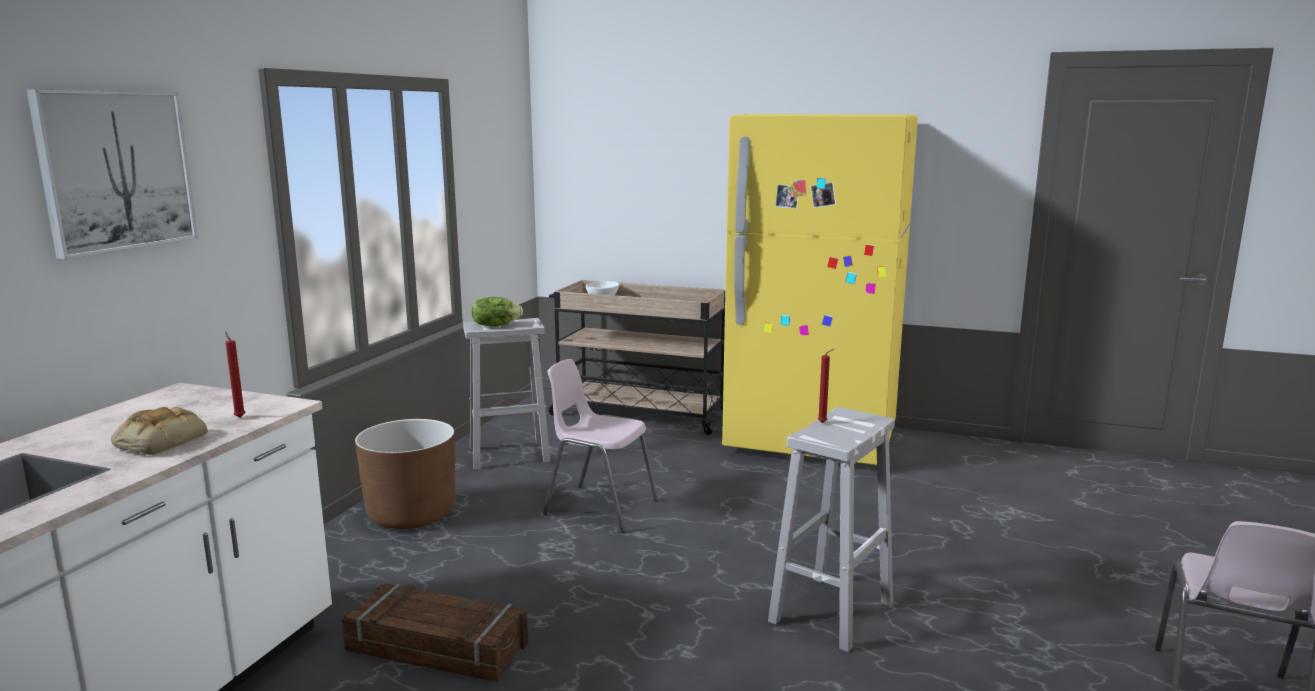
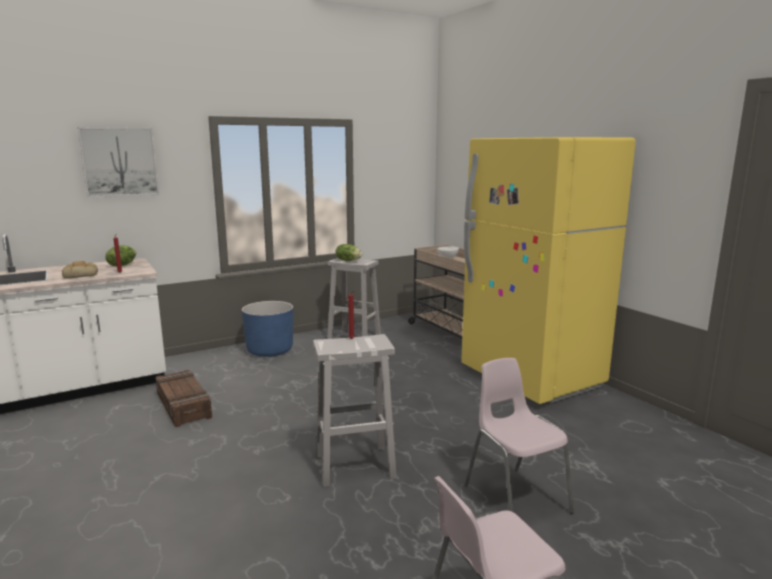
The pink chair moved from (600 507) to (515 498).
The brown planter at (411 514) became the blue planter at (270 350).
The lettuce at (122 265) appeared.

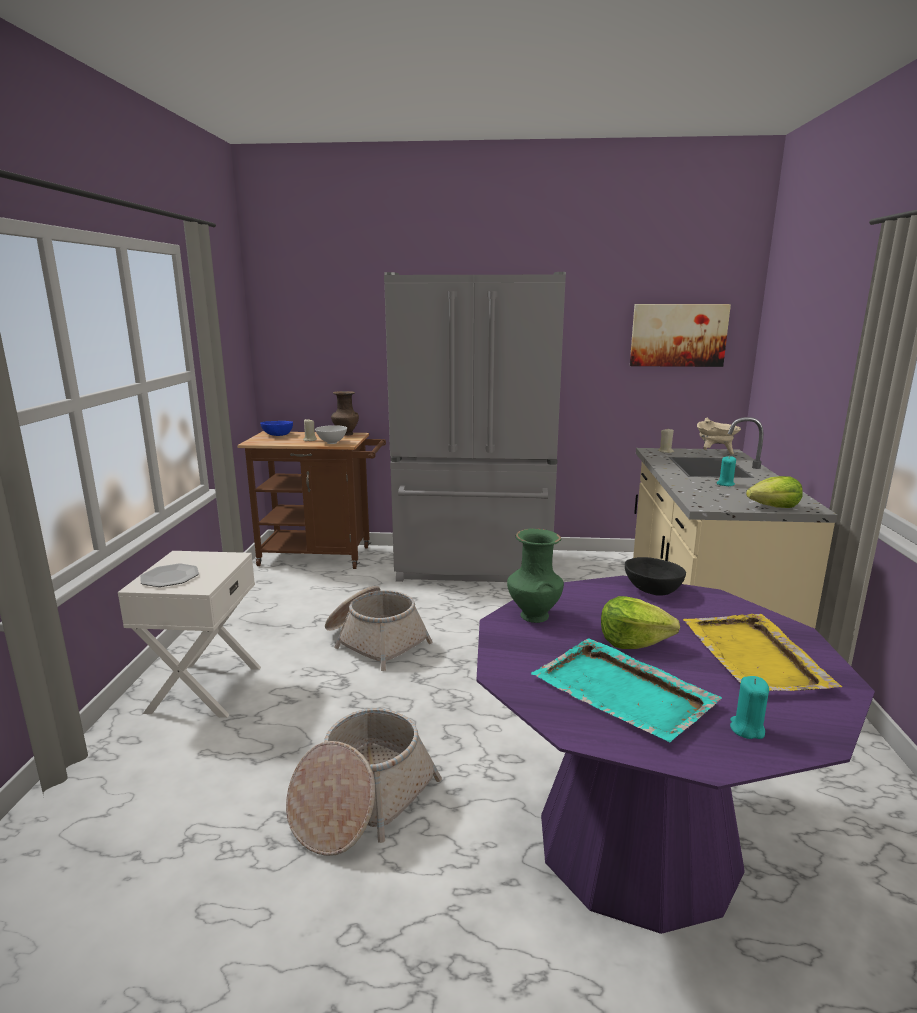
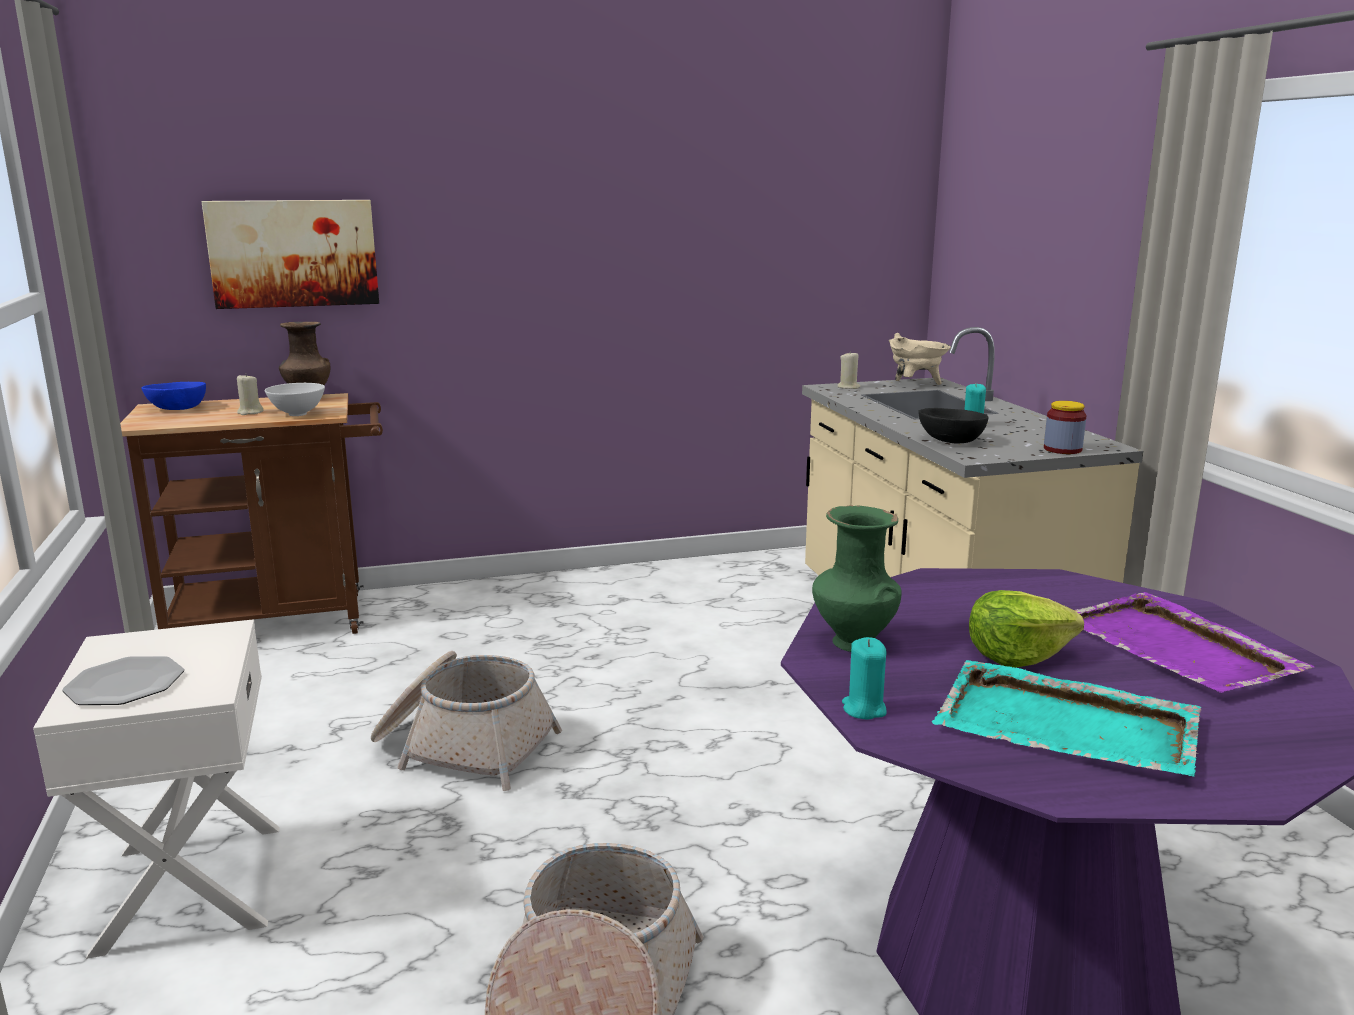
The grey fridge at (474 567) disappeared.
The picture moved from (678 335) to (294 253).
The lettuce at (774 507) was replaced by the jar at (1062 449).
The black bowl moved from (652 590) to (951 441).
The yellow tray at (754 657) became the purple tray at (1178 649).
The turquoise candle moved from (746 729) to (864 709).

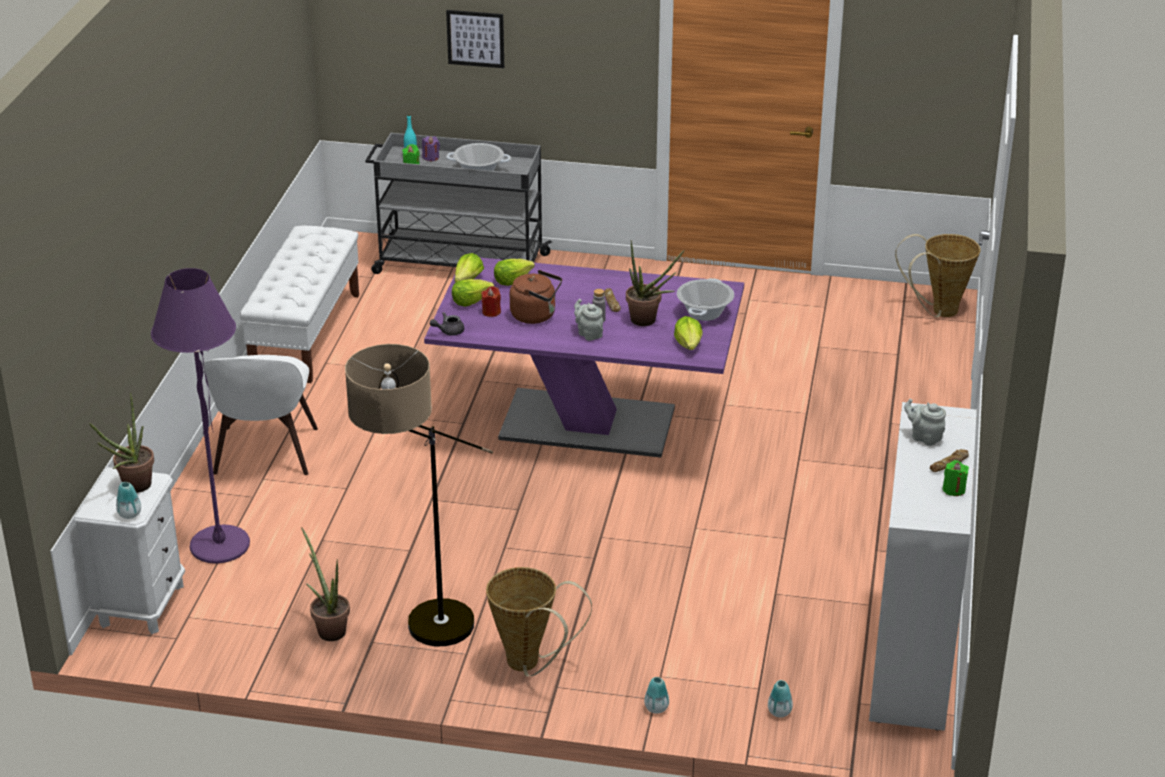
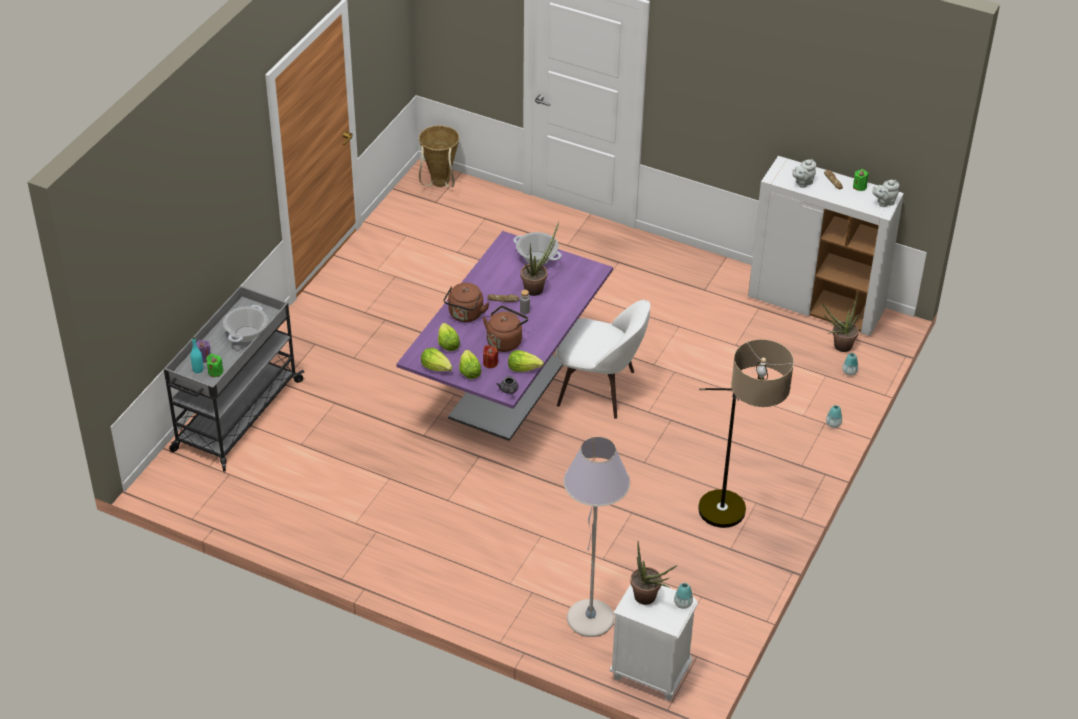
The picture at (475 38) disappeared.
The white bench at (306 334) disappeared.
The purple floor lamp at (219 546) became the grey floor lamp at (590 619).
The grey teapot moved from (588 334) to (884 202).
The lettuce moved from (689 345) to (524 368).
The white chair moved from (265 454) to (600 389).
The potted plant moved from (329 629) to (839 347).
The basket at (529 665) disappeared.
The brown kettle at (465 315) appeared.

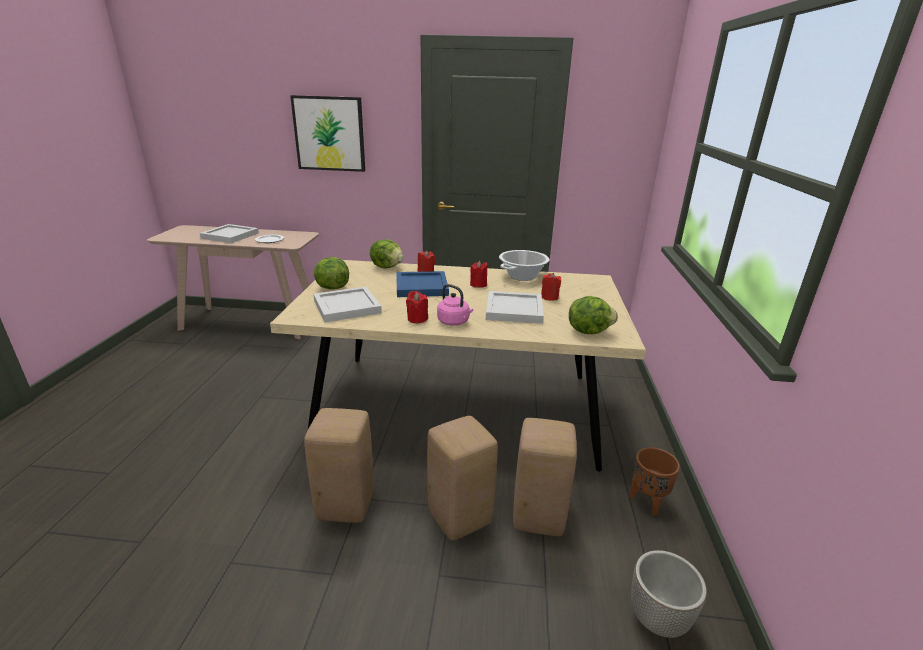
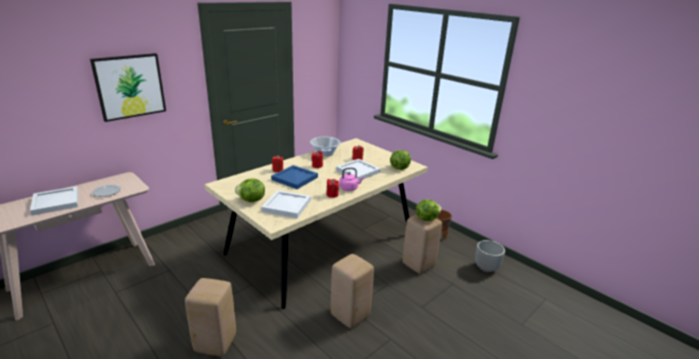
The lettuce moved from (387 267) to (426 218).
The beige stool moved from (458 517) to (214 343).

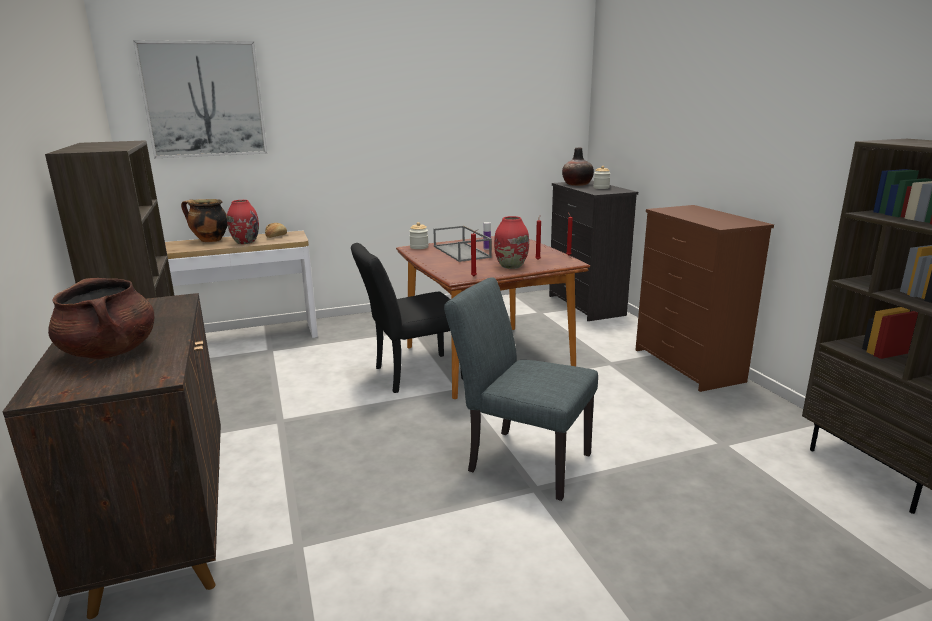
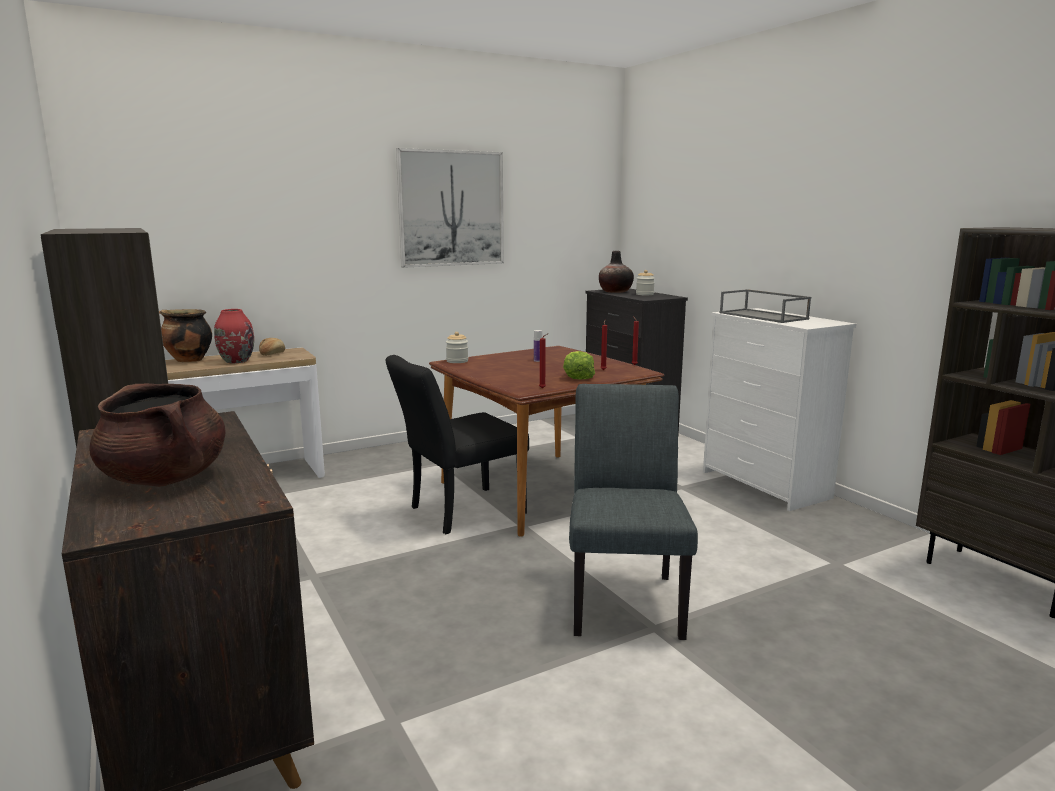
The picture moved from (204 100) to (451 208).
The brown dresser at (688 366) became the white dresser at (765 485).
The red vase at (511 266) was replaced by the lettuce at (577 377).
The grey tray moved from (462 252) to (764 316).
The grey chair at (520 460) turned 75 degrees clockwise.

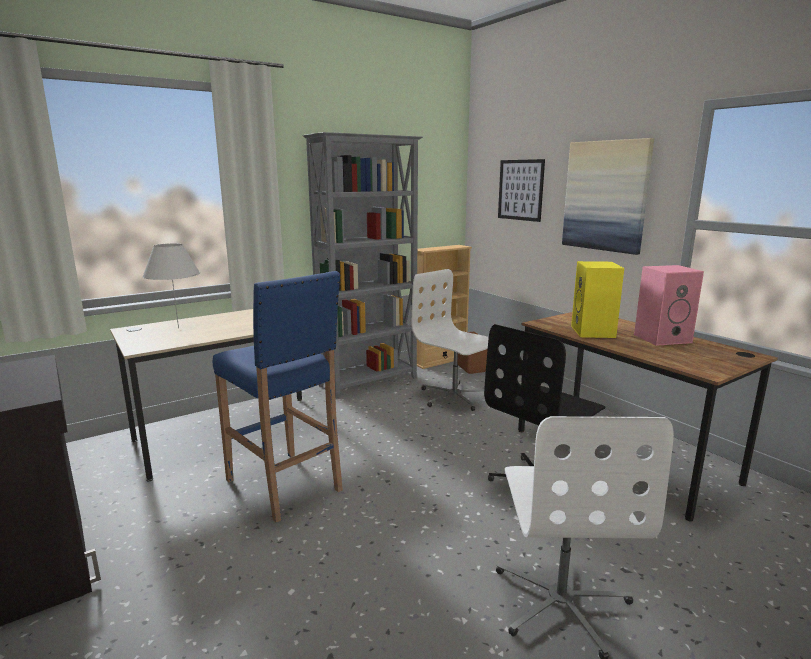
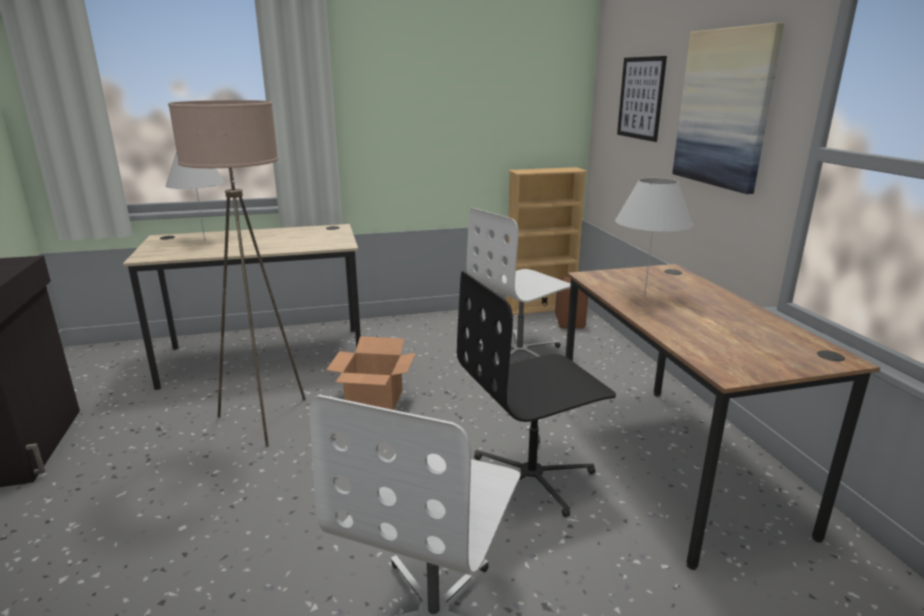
The grey bookcase at (369 382) disappeared.
The yellow speaker at (594 332) was replaced by the white table lamp at (644 295).
The pink speaker at (662 338) disappeared.
The white office chair at (454 397) turned 105 degrees counterclockwise.
The blue stool at (285 486) was replaced by the beige floor lamp at (264 419).
The cardboard box at (375 400) appeared.

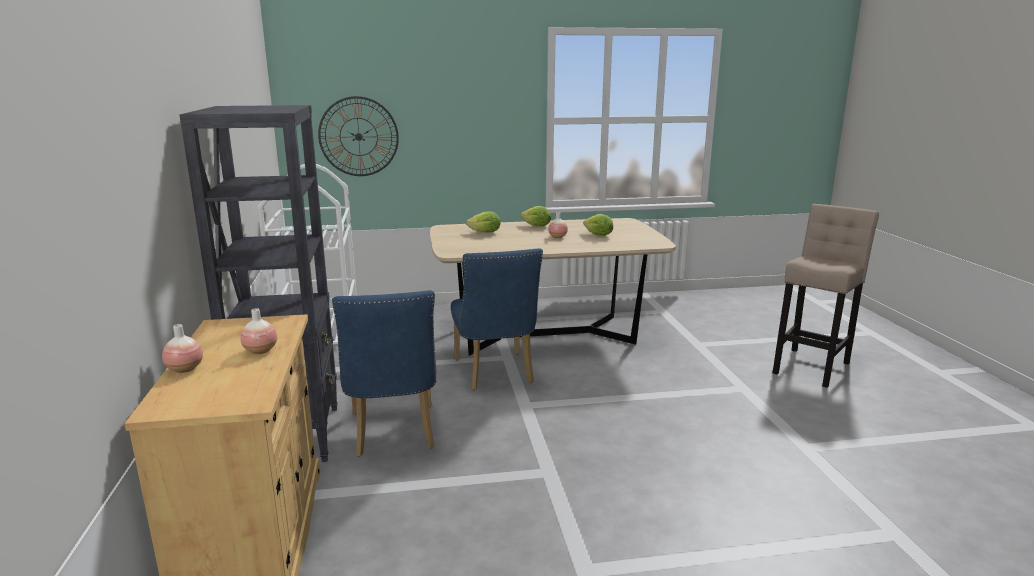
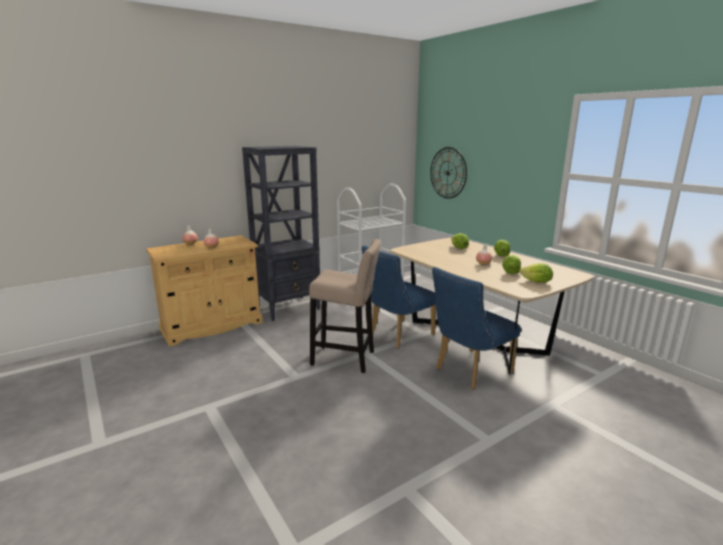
The beige stool moved from (812 366) to (346 359).
The blue chair moved from (393 434) to (468 371).
The lettuce at (536 282) appeared.

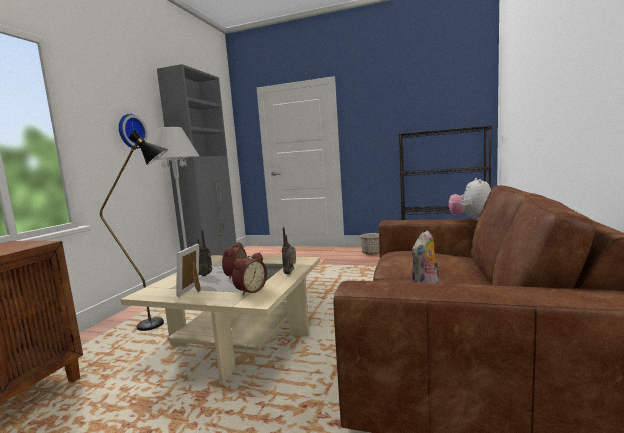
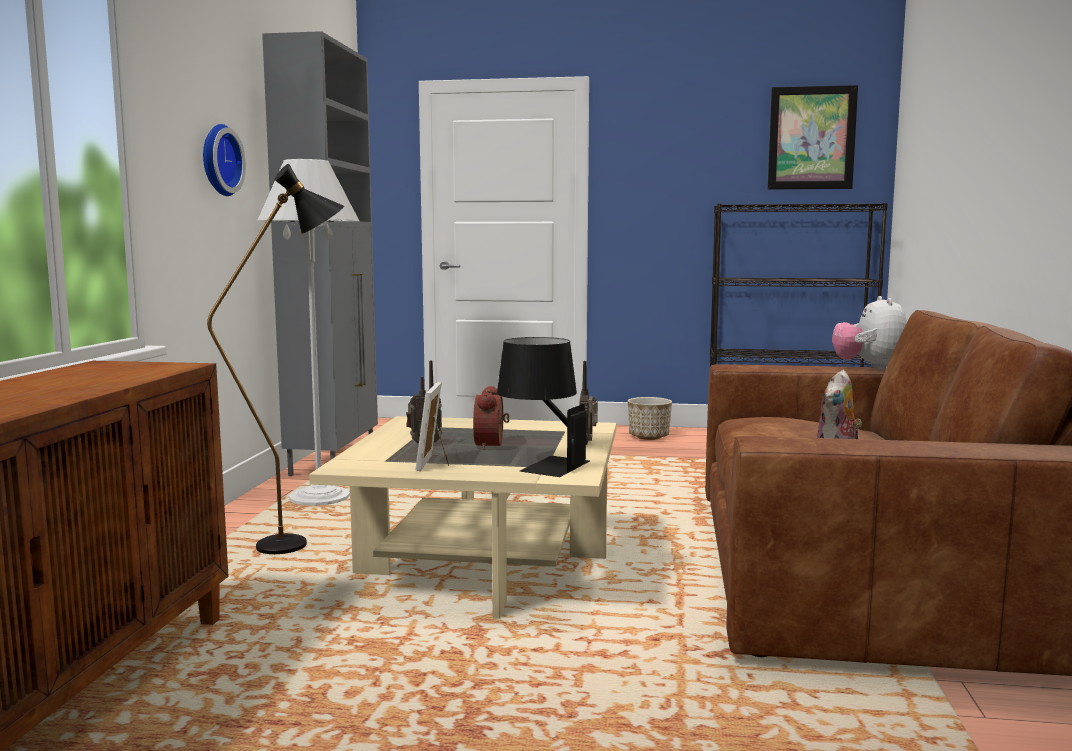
The alarm clock at (250 290) was replaced by the black table lamp at (541 464).
The picture at (811 138) appeared.

